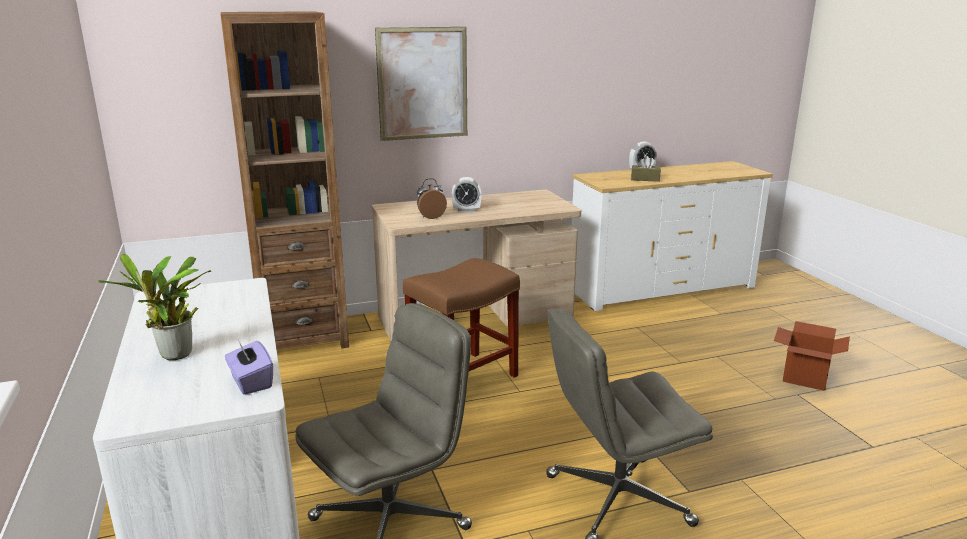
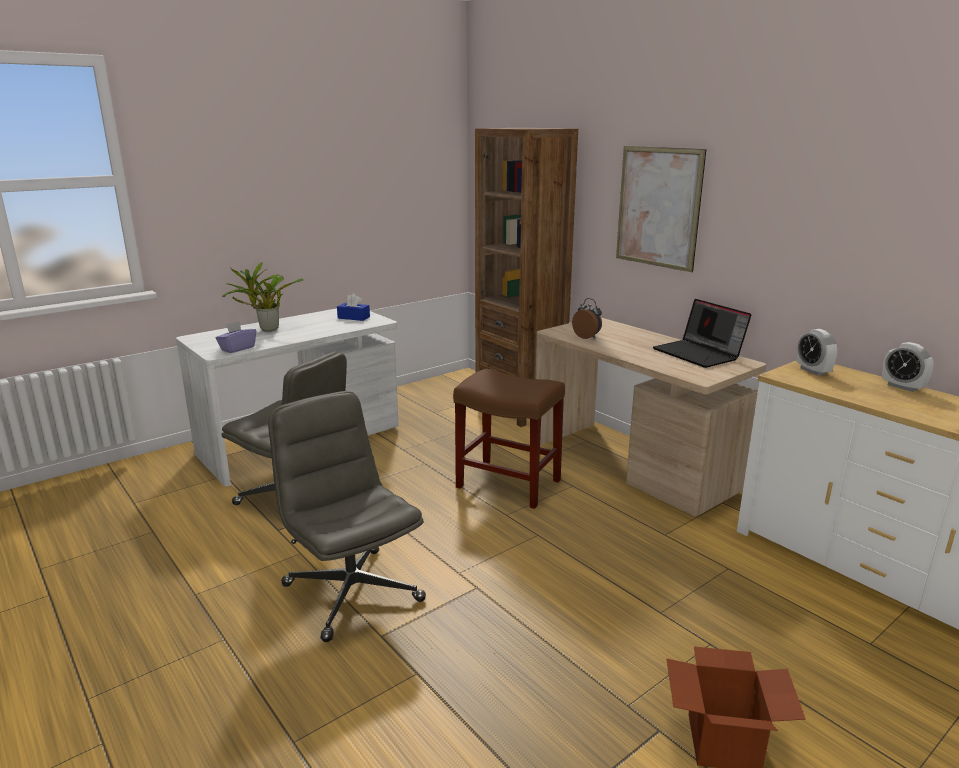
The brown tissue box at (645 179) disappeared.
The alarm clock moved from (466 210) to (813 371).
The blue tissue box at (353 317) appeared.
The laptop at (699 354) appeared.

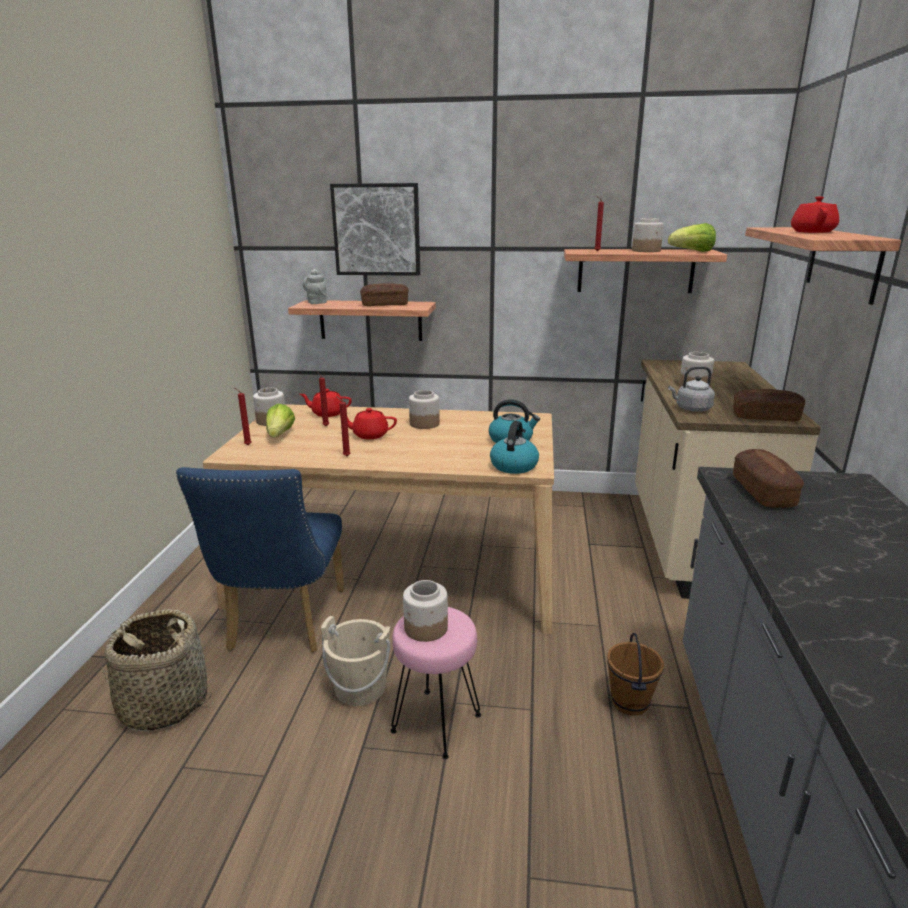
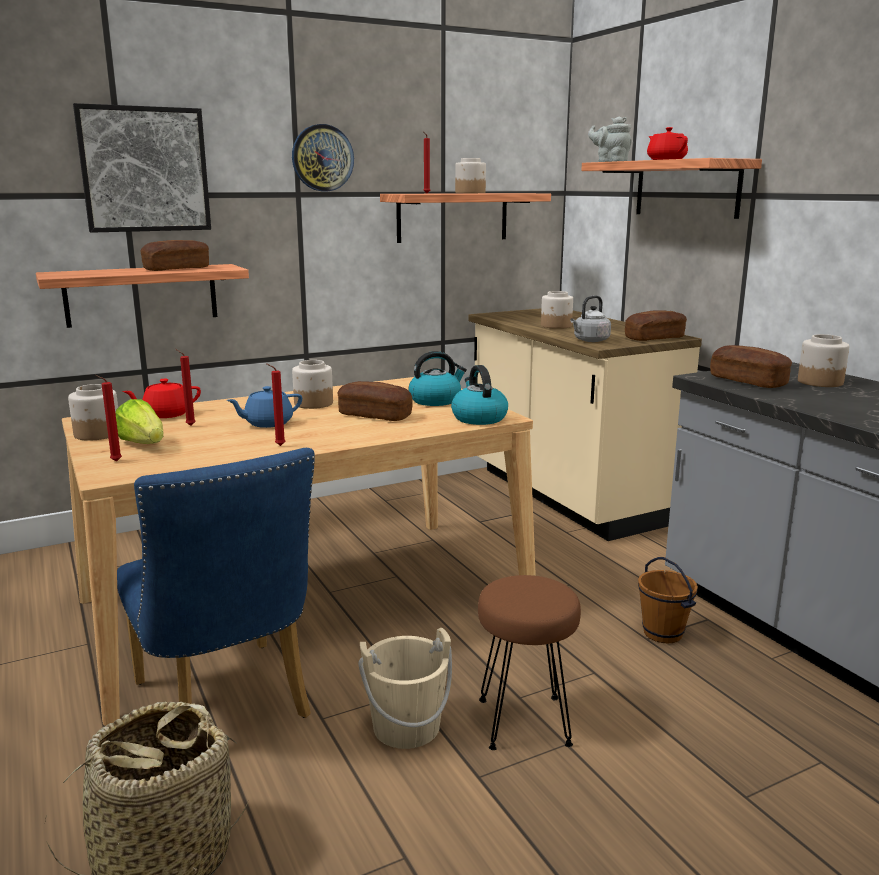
The lettuce at (692 252) disappeared.
The grey teapot moved from (316 302) to (610 162).
The red teapot at (369 435) became the blue teapot at (267 423).
The jar moved from (426 628) to (820 382).
The pink stool at (437 722) became the brown stool at (524 721).
The wall clock at (322 158) appeared.
The bread at (375 415) appeared.

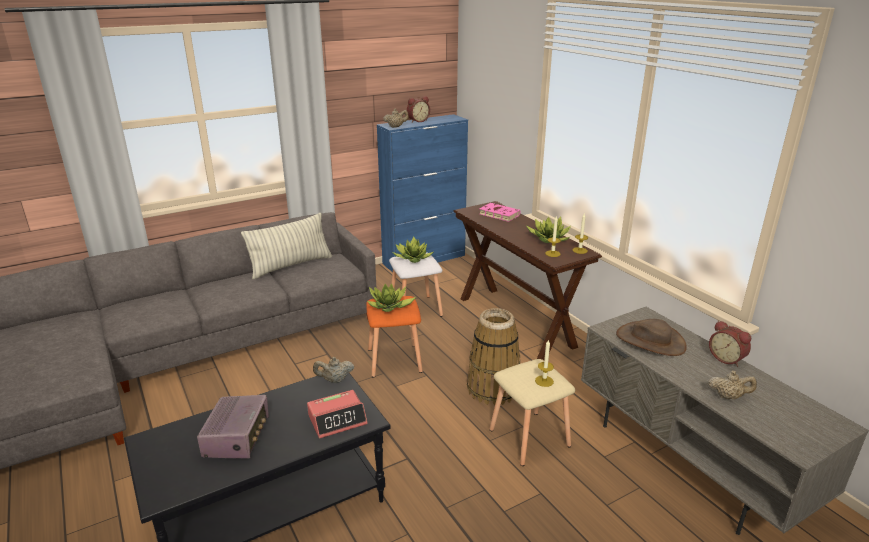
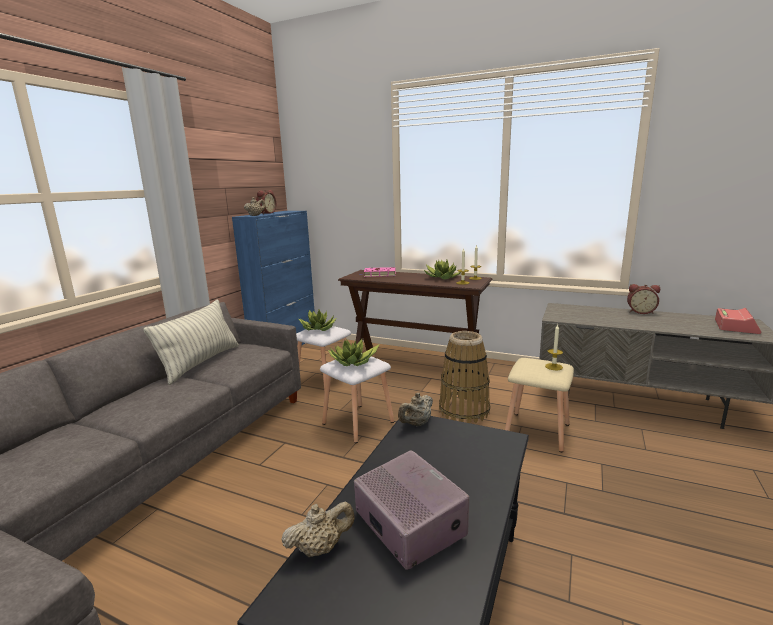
The orange stool at (394 360) became the white stool at (357 422).
The brown hat at (650 340) disappeared.
The beige teapot moved from (728 396) to (320 548).
The alarm clock moved from (337 419) to (736 326).

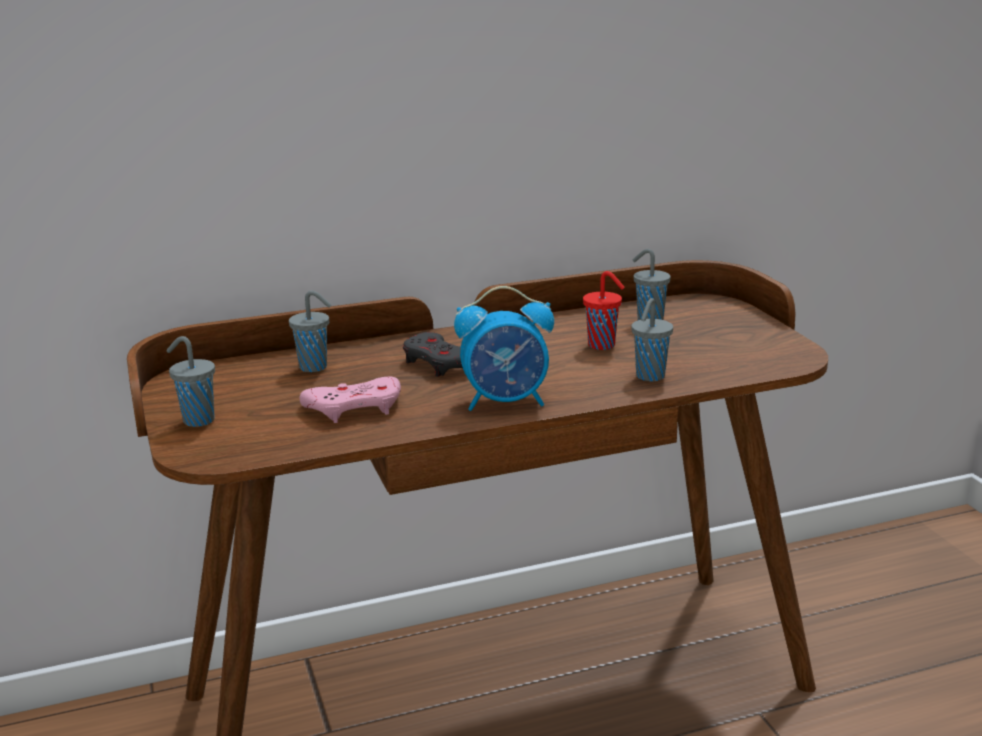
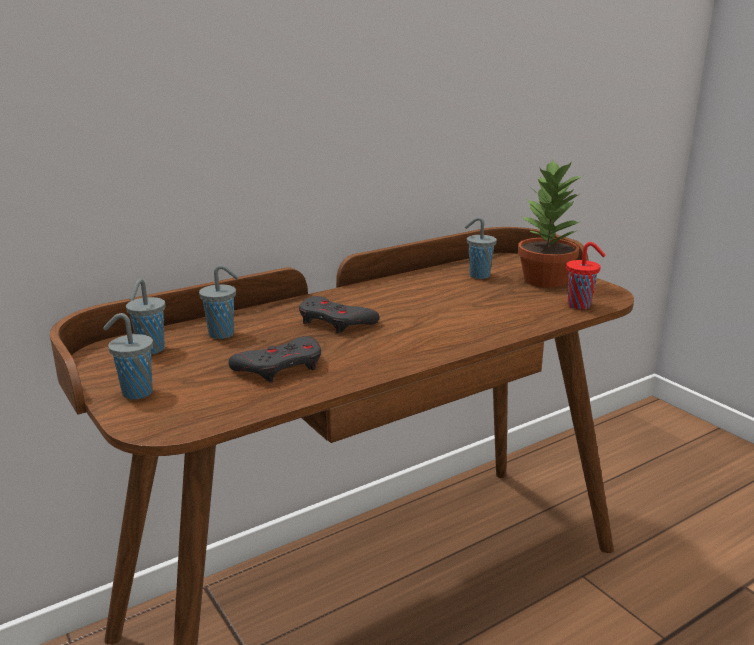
The red cup moved from (603 346) to (580 306).
The alarm clock at (506 402) disappeared.
The grey cup moved from (649 377) to (150 350).
The pink game controller at (355 407) became the grey game controller at (280 367).
The potted plant at (544 281) appeared.

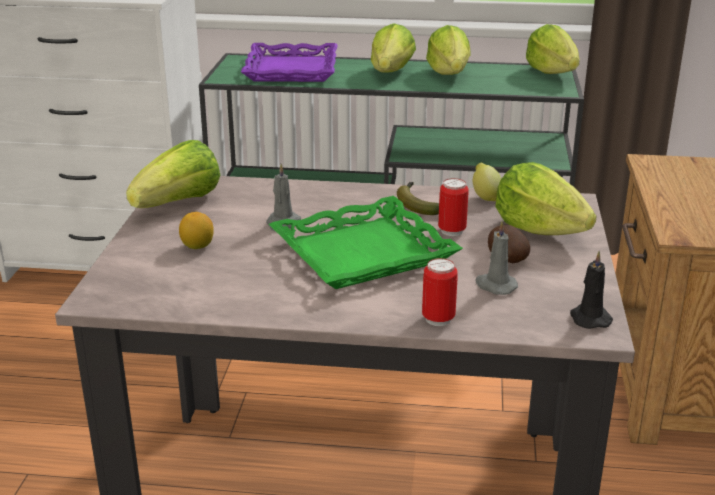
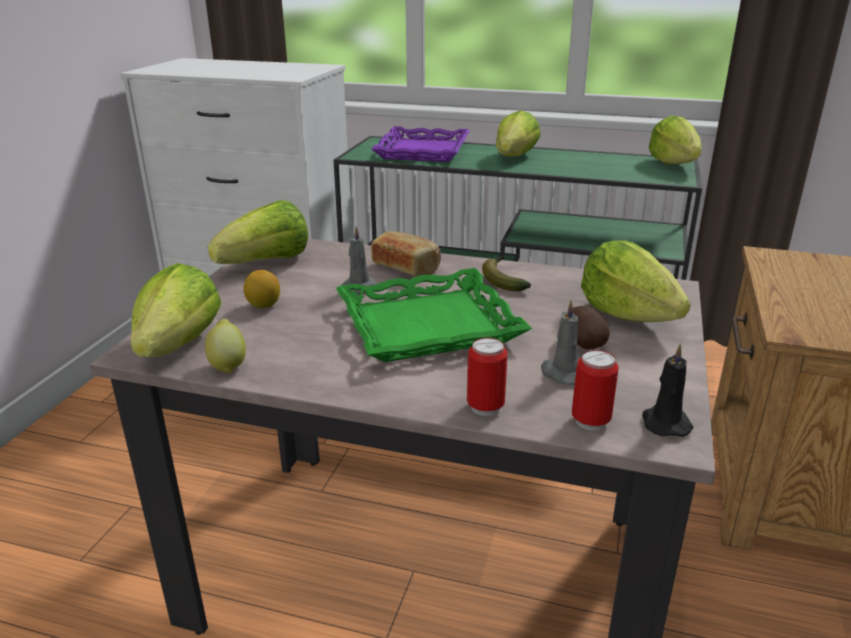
The lettuce moved from (449 74) to (180 345).
The lemon moved from (485 197) to (228 364).
The can moved from (452 231) to (590 421).
The bread at (406 267) appeared.

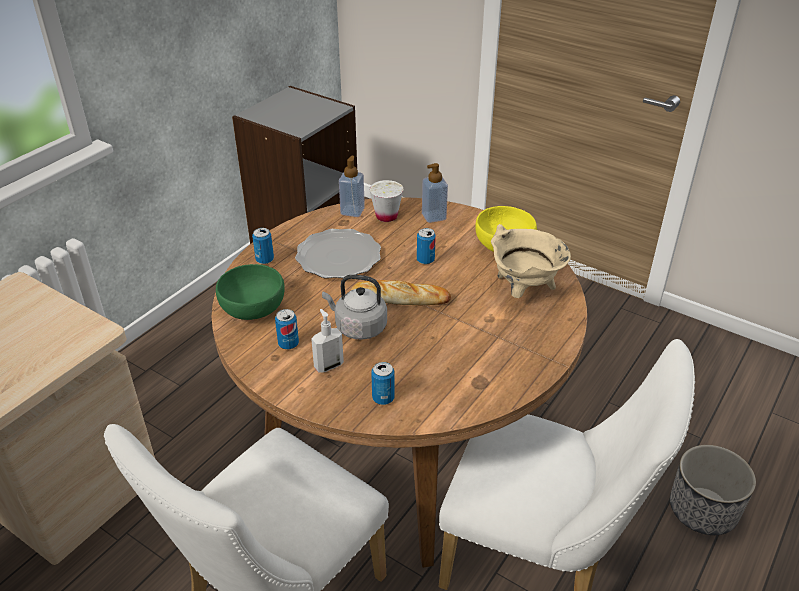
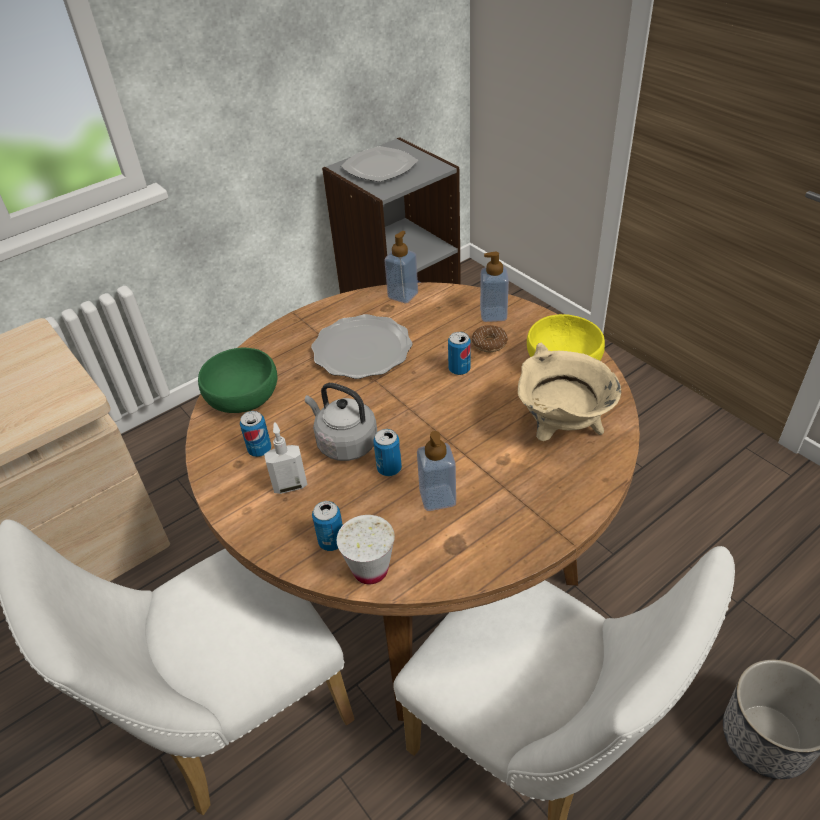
The white cup moved from (386 216) to (370 570).
The can moved from (264 260) to (389 468).
The bread at (400 298) disappeared.
The plate at (379 167) appeared.
The donut at (489 343) appeared.
The soap dispenser at (437 498) appeared.

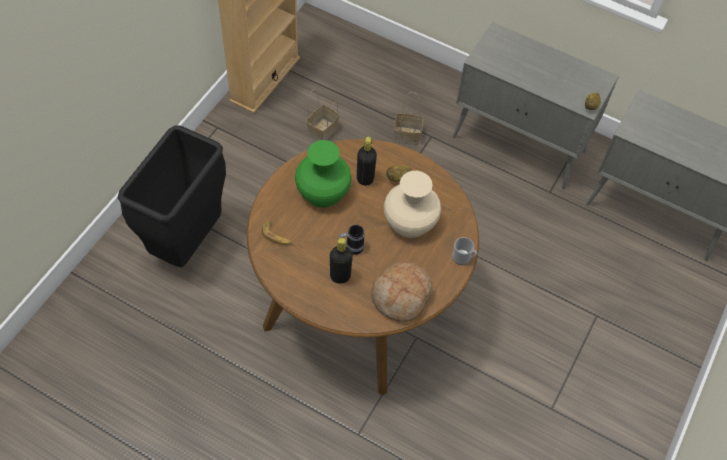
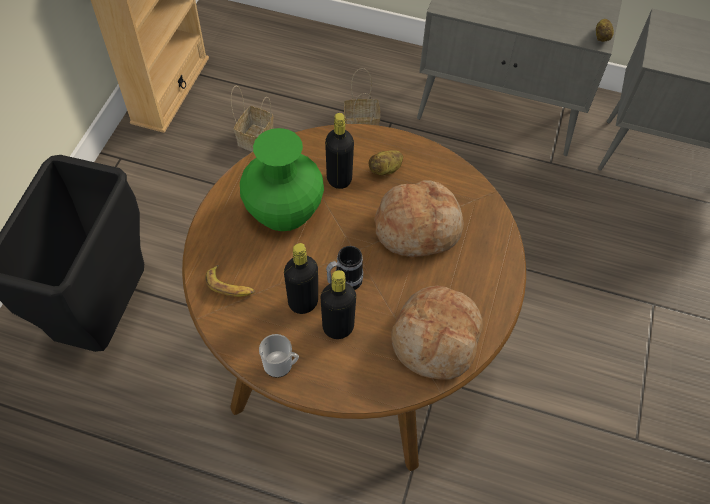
The beige vase at (410 221) was replaced by the bread at (418 227).
The mug moved from (463 258) to (281 365).
The black bottle at (303 302) appeared.

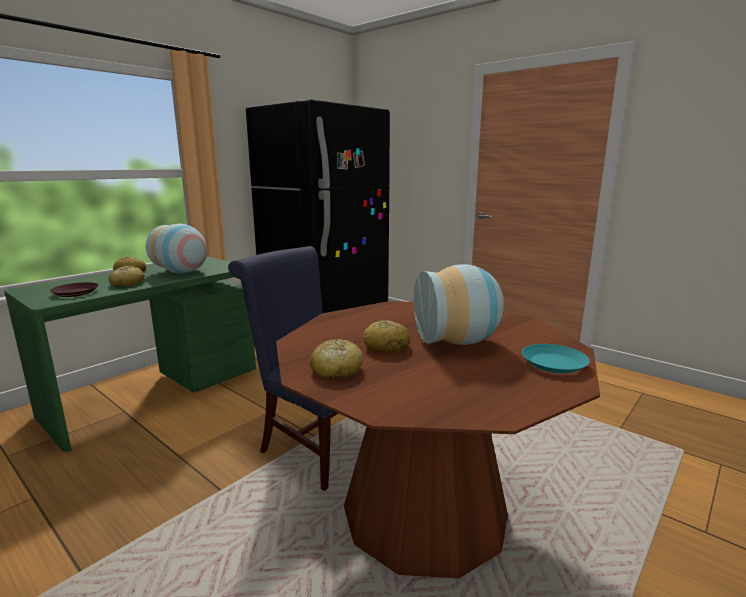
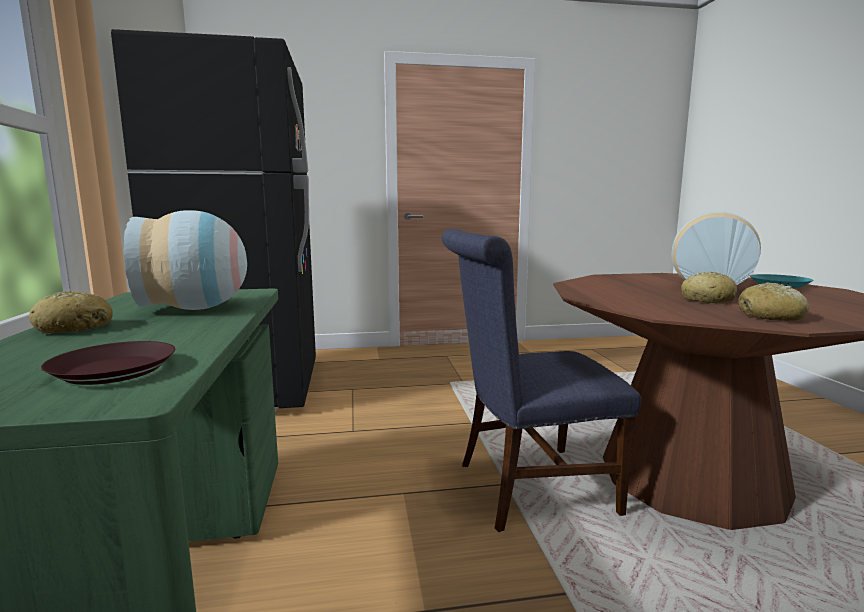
The bread at (127 283) disappeared.

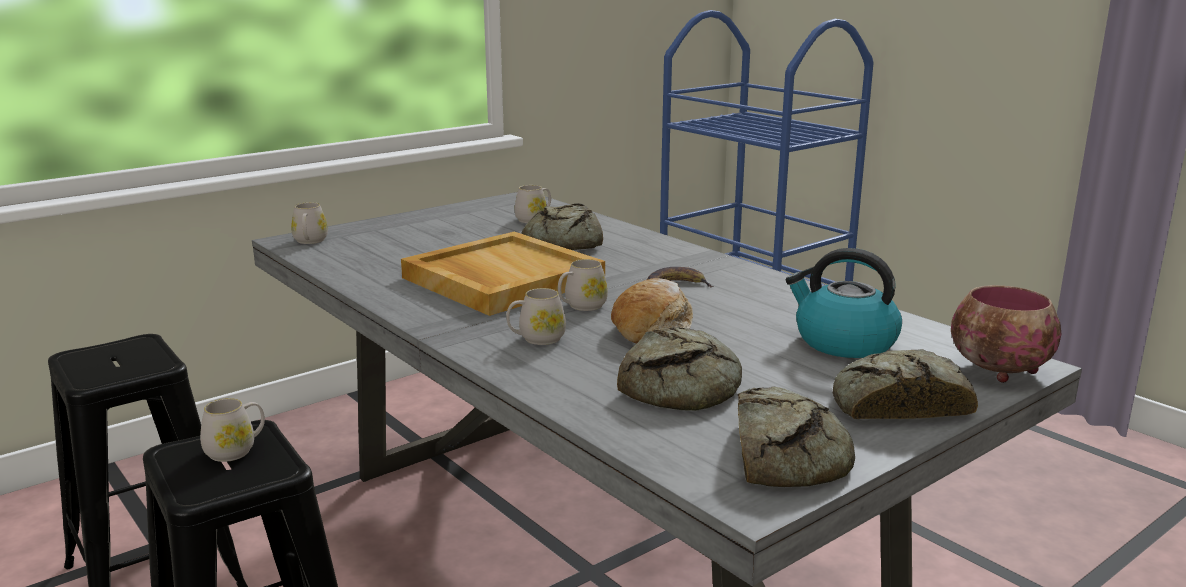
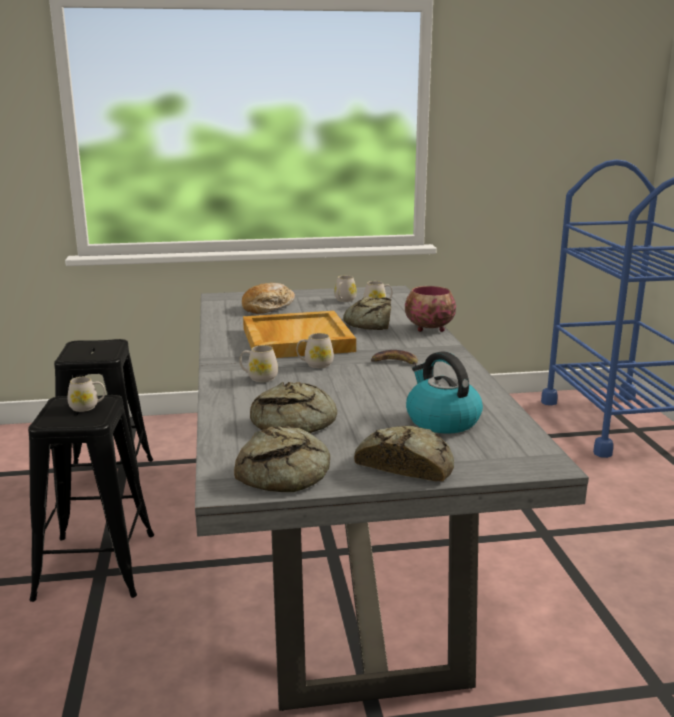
The white mug moved from (310 241) to (344 300).
The bread moved from (653 328) to (268 307).
The bowl moved from (999 371) to (428 328).

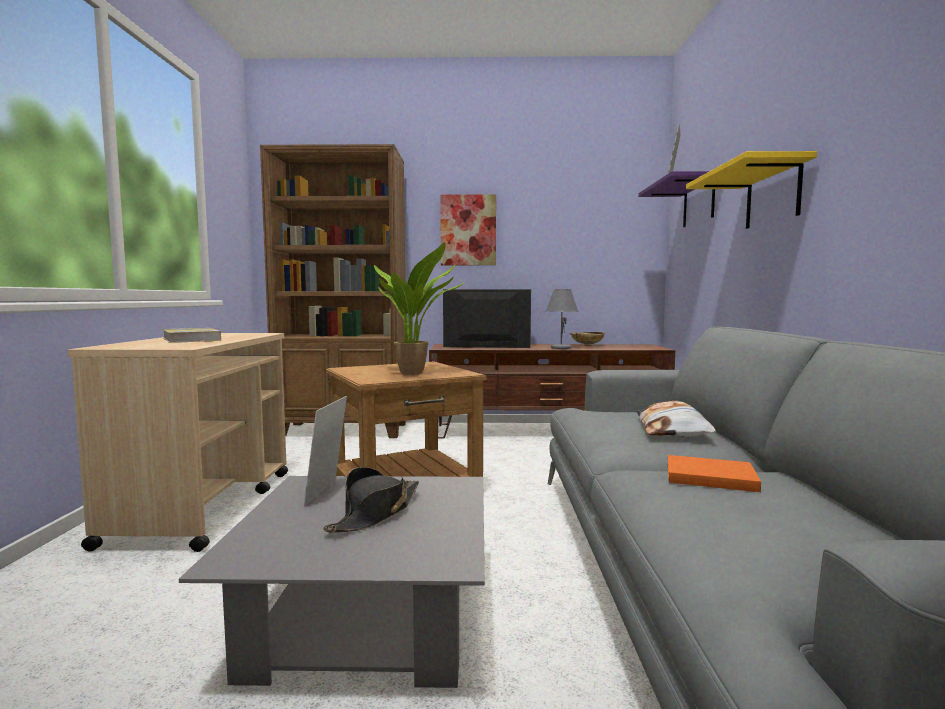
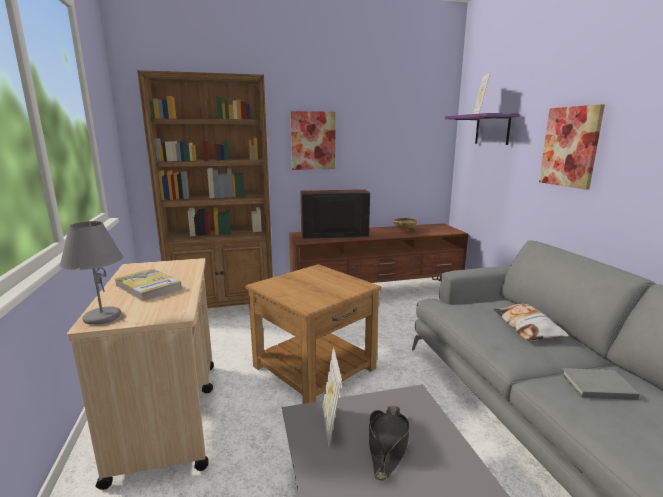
The yellow shelf at (773 196) was replaced by the picture at (570 147).
The potted plant at (415 373) disappeared.
The grey table lamp moved from (560 348) to (102 317).
The orange book at (707 476) became the grey book at (595 385).

